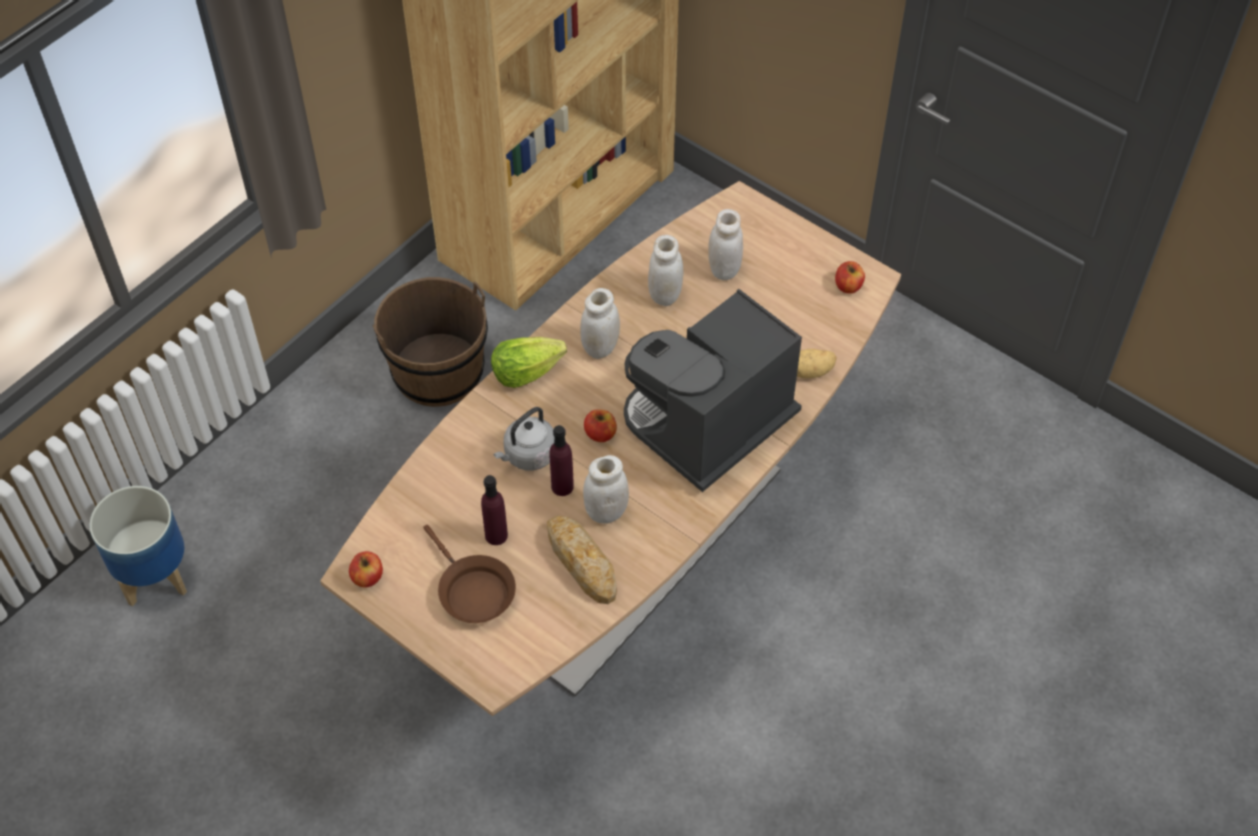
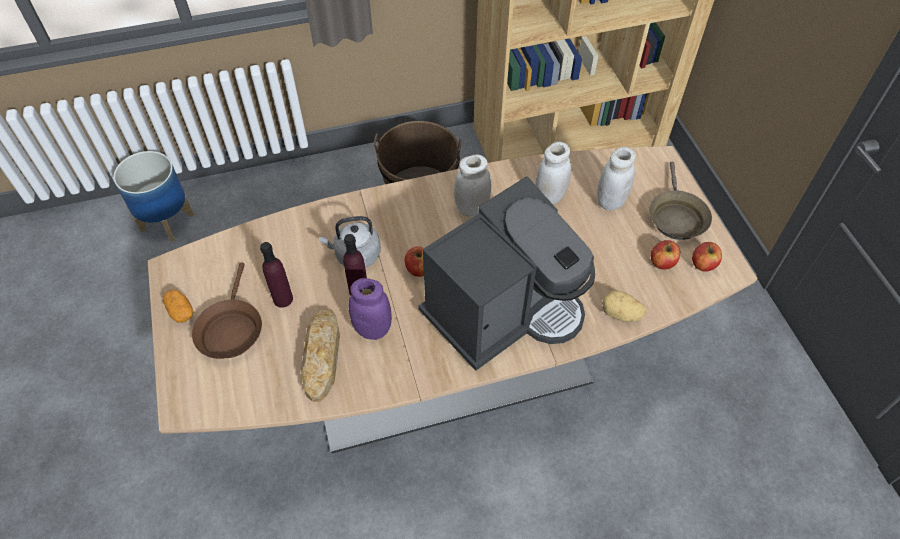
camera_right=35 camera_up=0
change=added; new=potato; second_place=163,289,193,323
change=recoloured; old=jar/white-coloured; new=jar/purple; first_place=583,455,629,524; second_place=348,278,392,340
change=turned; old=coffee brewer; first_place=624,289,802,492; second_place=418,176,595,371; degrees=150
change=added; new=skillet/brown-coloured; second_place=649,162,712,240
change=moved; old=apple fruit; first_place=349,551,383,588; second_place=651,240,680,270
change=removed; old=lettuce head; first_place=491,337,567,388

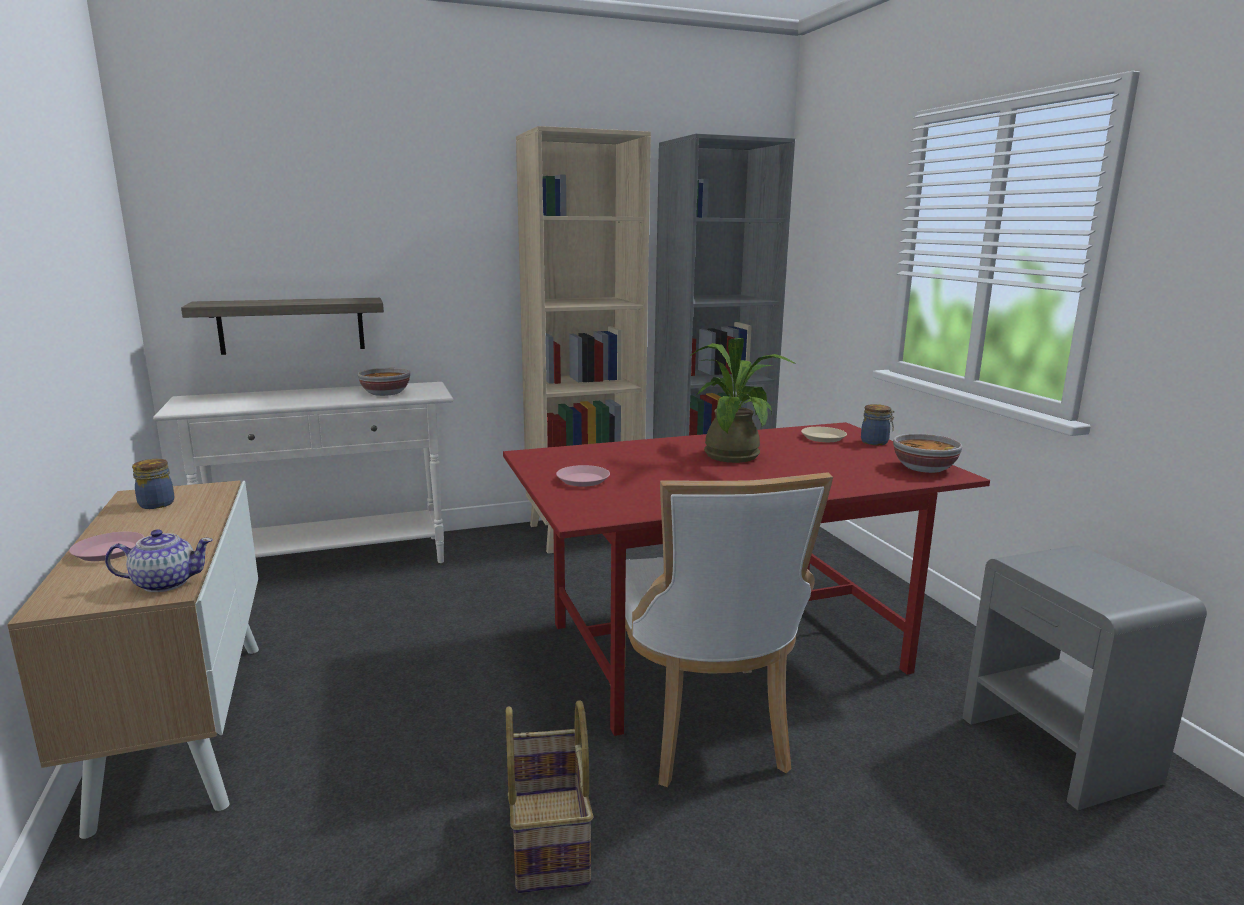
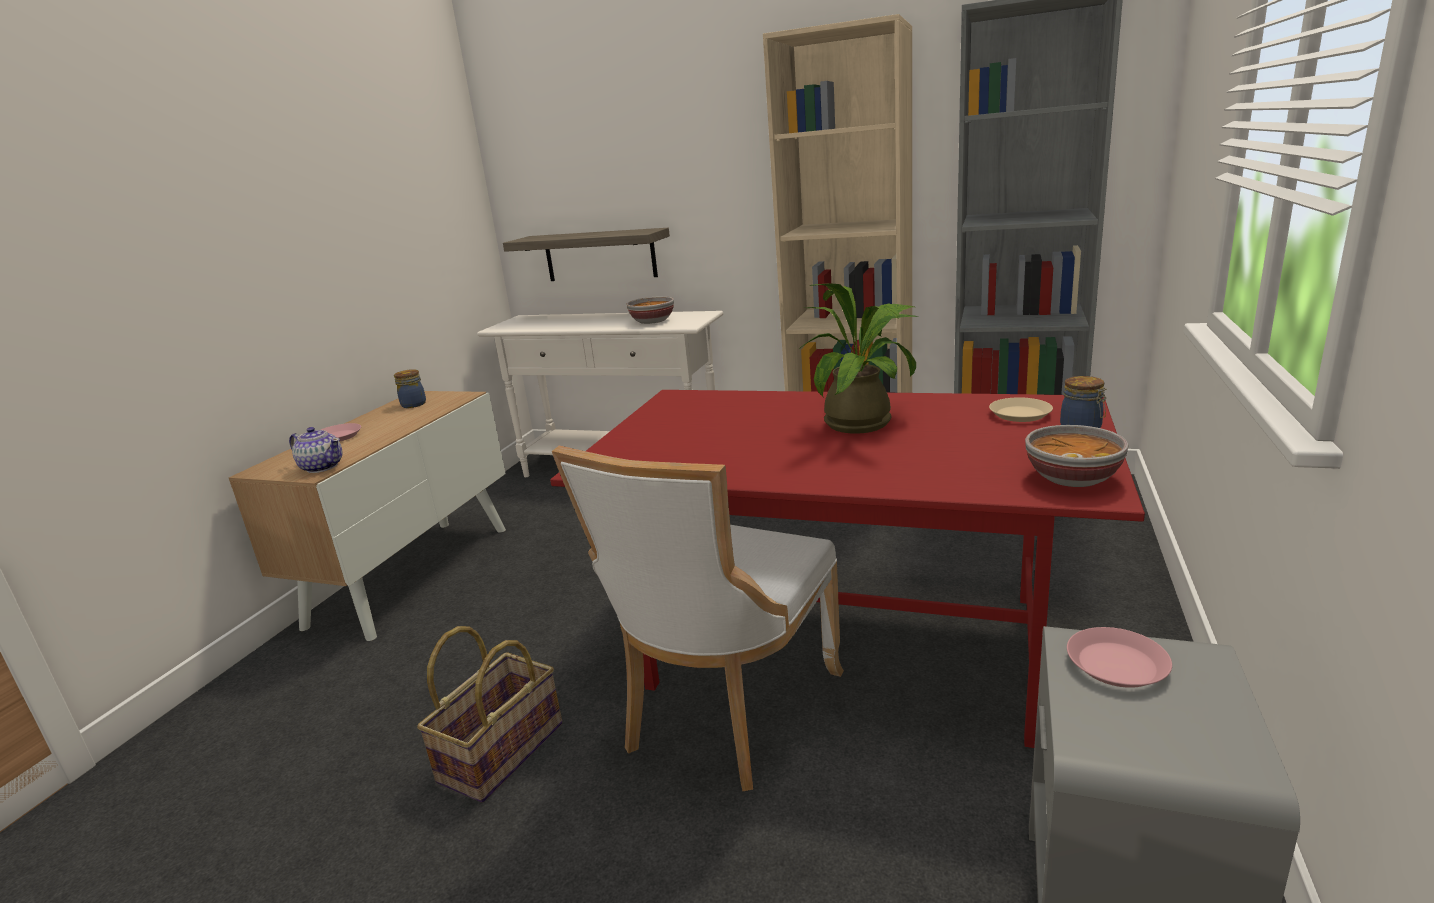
camera_right=40 camera_up=5
change=moved; old=dinner plate/pink; first_place=556,465,610,487; second_place=1067,627,1172,688

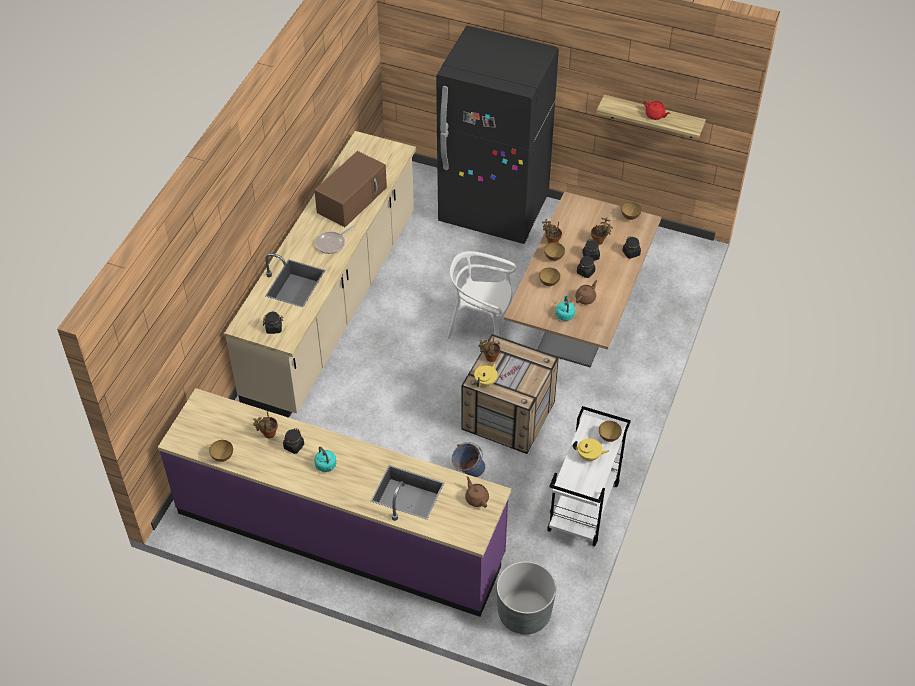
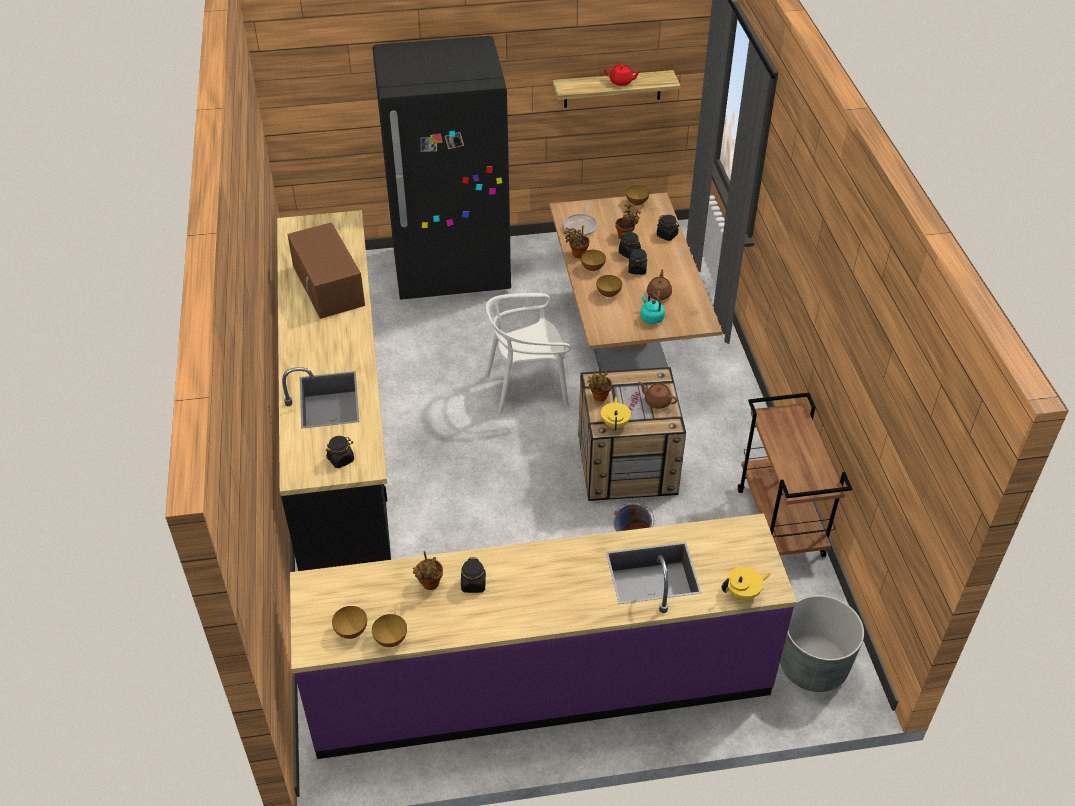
camera_right=-30 camera_up=-5
change=recoloured; old=kitchen base unit/beige-coloured; new=kitchen base unit/blackish; first_place=224,131,416,418; second_place=277,210,391,571
change=turned; old=microwave oven/brown-coloured; first_place=314,151,387,227; second_place=287,222,365,319; degrees=150
change=moved; old=bowl; first_place=599,421,622,442; second_place=332,606,367,639
change=moved; old=skillet; first_place=315,226,354,254; second_place=563,203,598,236
change=moved; old=teapot/brown-coloured; first_place=465,476,489,508; second_place=638,382,678,409
change=moved; old=teapot/yellow; first_place=573,438,609,461; second_place=721,567,771,600
change=recoloured; old=cart/white-coloured; new=cart/brown-coloured; first_place=547,406,631,546; second_place=738,393,852,557
change=removed; old=kettle/turquoise; first_place=314,446,336,472

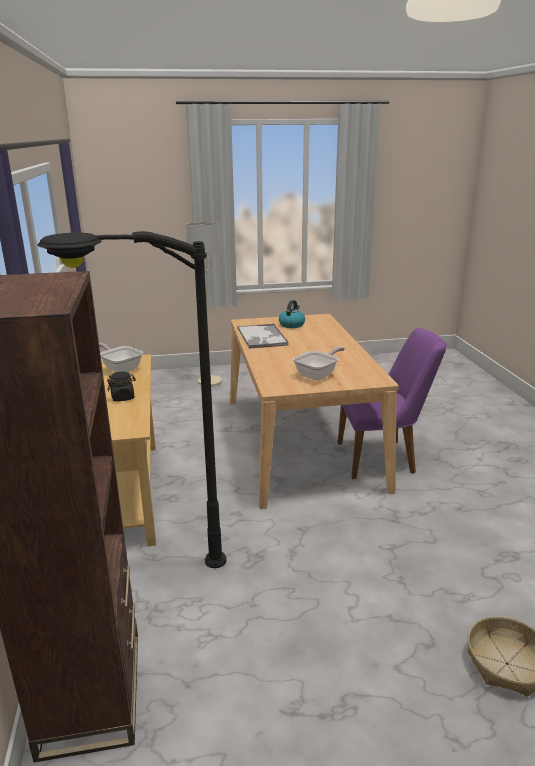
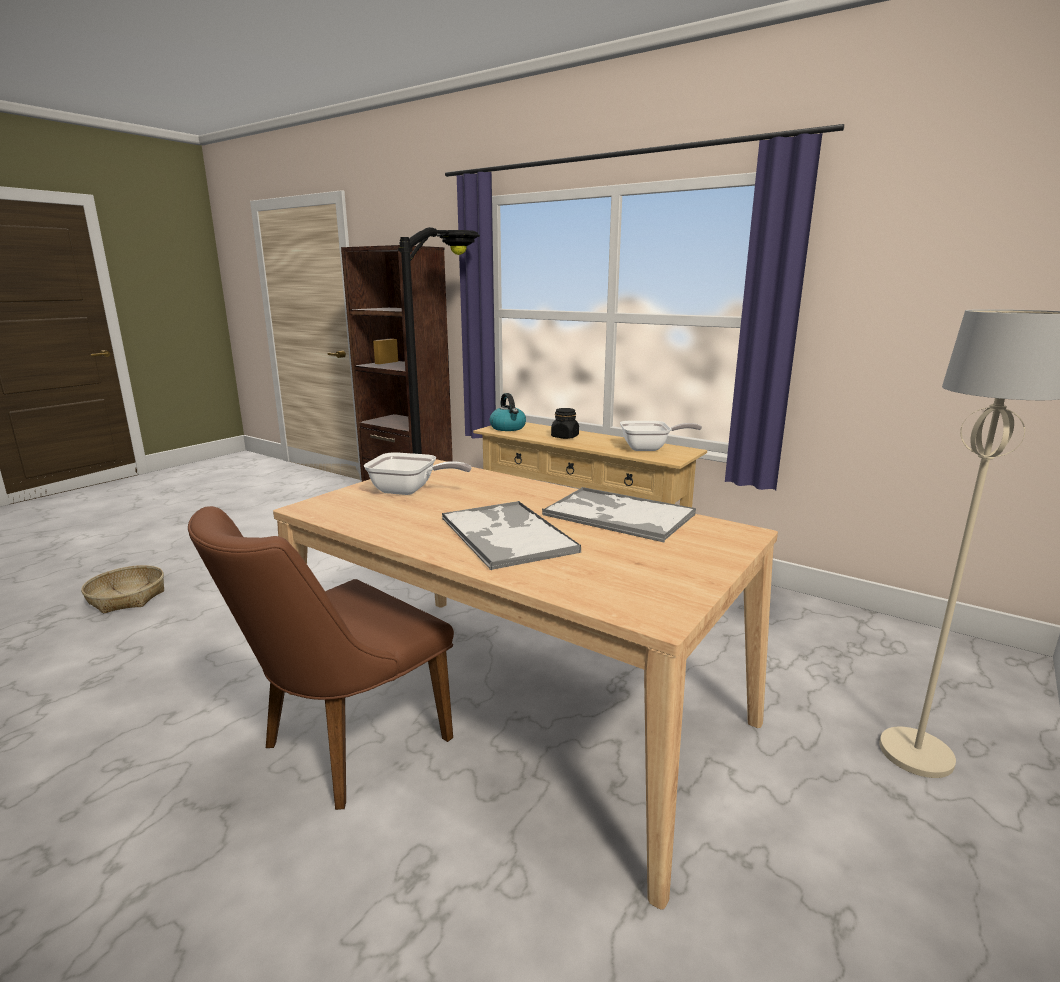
camera_right=135 camera_up=-5
change=recoloured; old=plain chair/purple; new=plain chair/brown-coloured; first_place=338,328,447,479; second_place=188,506,454,810
change=turned; old=skillet; first_place=293,347,345,380; second_place=364,452,472,495; degrees=-75
change=added; new=tray; second_place=441,501,581,571
change=moved; old=kettle; first_place=279,300,305,328; second_place=490,393,526,431

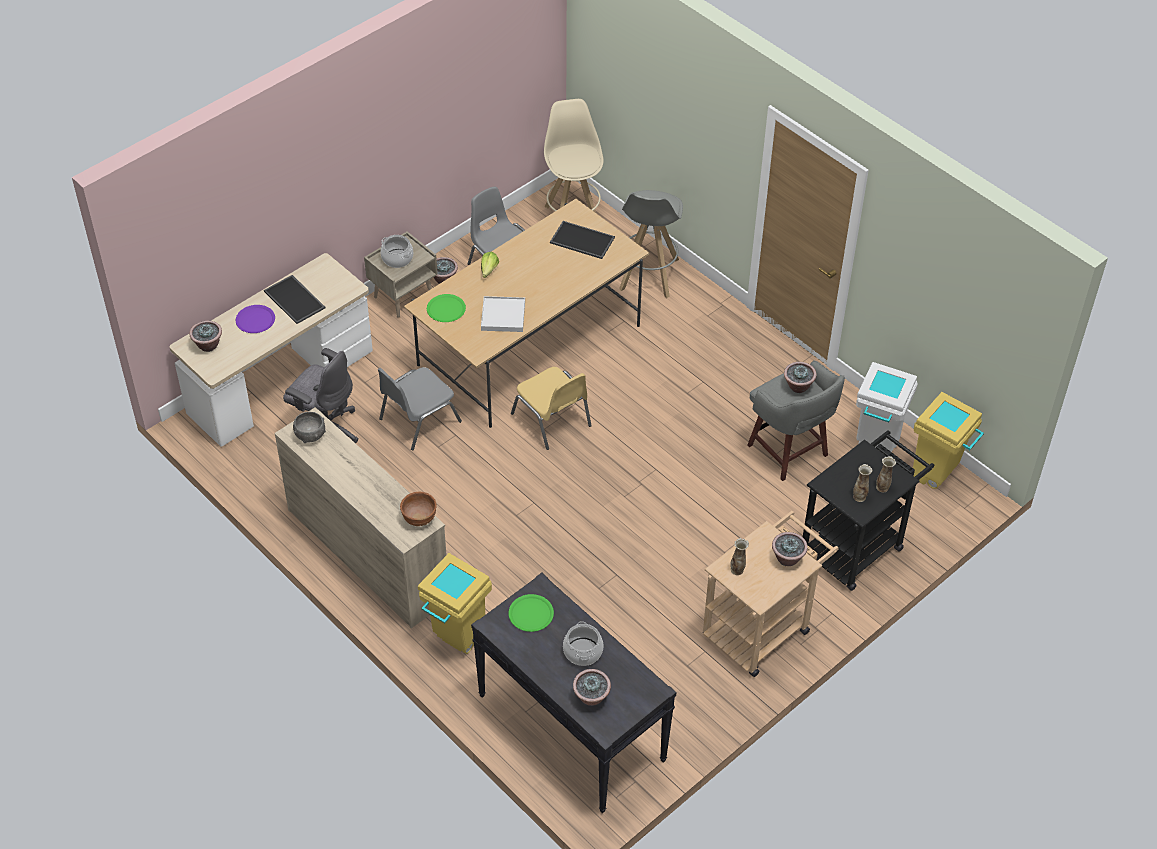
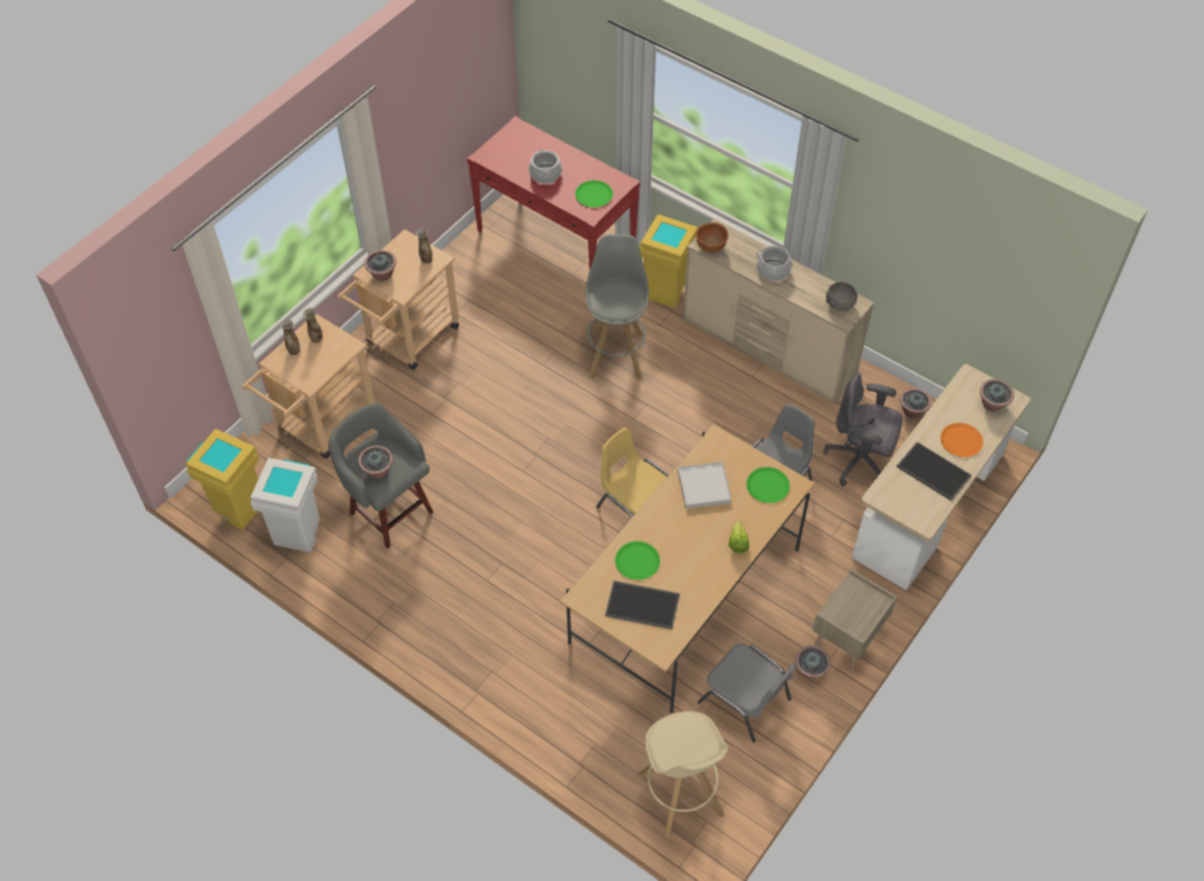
camera_right=170 camera_up=5
change=recoloured; old=cart/blackish; new=cart/beige-coloured; first_place=803,430,934,591; second_place=242,314,375,459
change=recoloured; old=console table/blackish; new=console table/red; first_place=471,573,676,813; second_place=467,116,640,270
change=moved; old=sitting stool/grey; first_place=619,190,683,298; second_place=586,235,649,380
change=added; new=dinner plate/greenish; second_place=615,541,660,580
change=moved; old=stockpot; first_place=381,235,413,268; second_place=756,246,794,281
change=moved; old=potted plant; first_place=573,669,611,706; second_place=900,388,931,419
change=recoloured; old=dinner plate/purple; new=dinner plate/orange-coloured; first_place=236,305,275,333; second_place=941,423,983,457

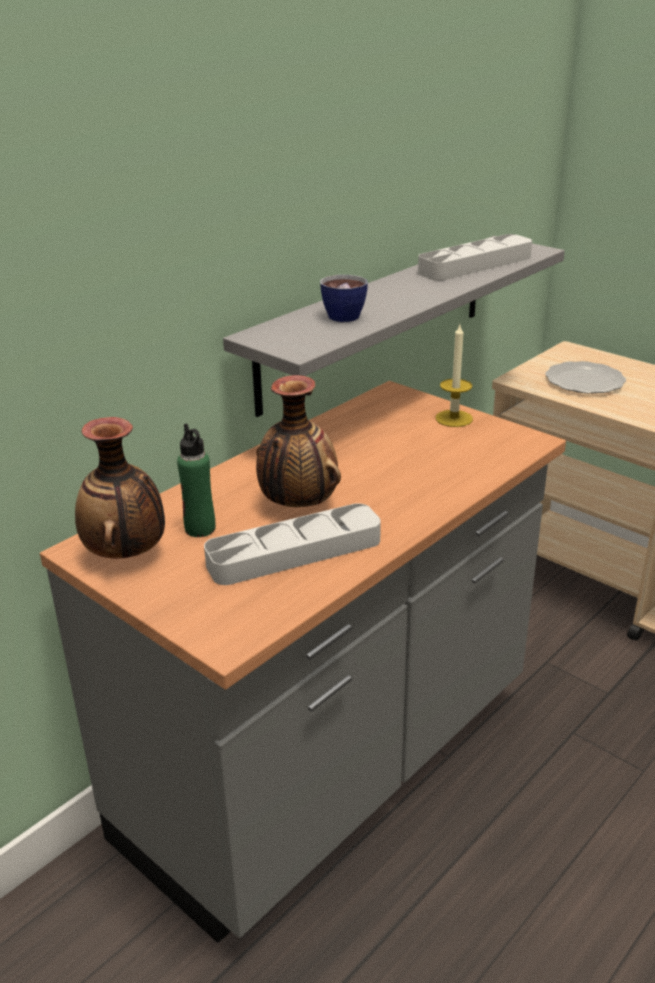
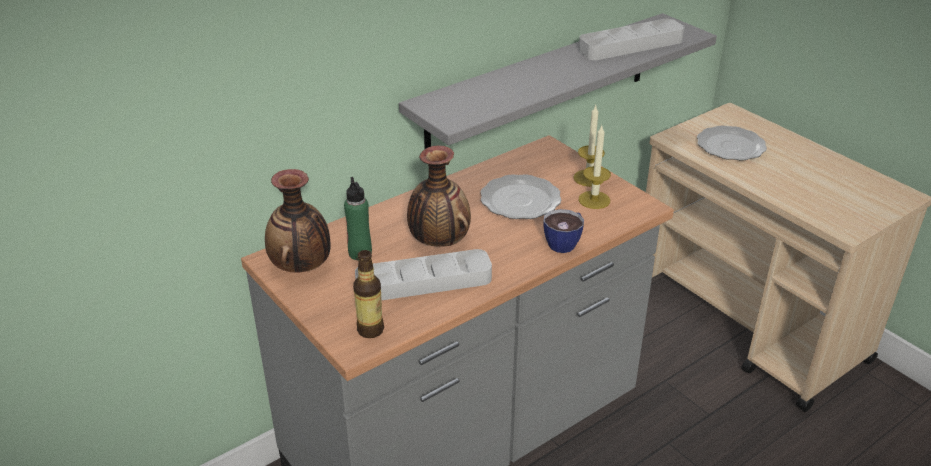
camera_right=10 camera_up=5
change=added; new=bottle; second_place=353,250,384,338
change=added; new=dinner plate; second_place=481,174,561,219
change=moved; old=cup; first_place=320,275,368,322; second_place=543,209,584,253
change=added; new=wax candle; second_place=579,126,611,209

